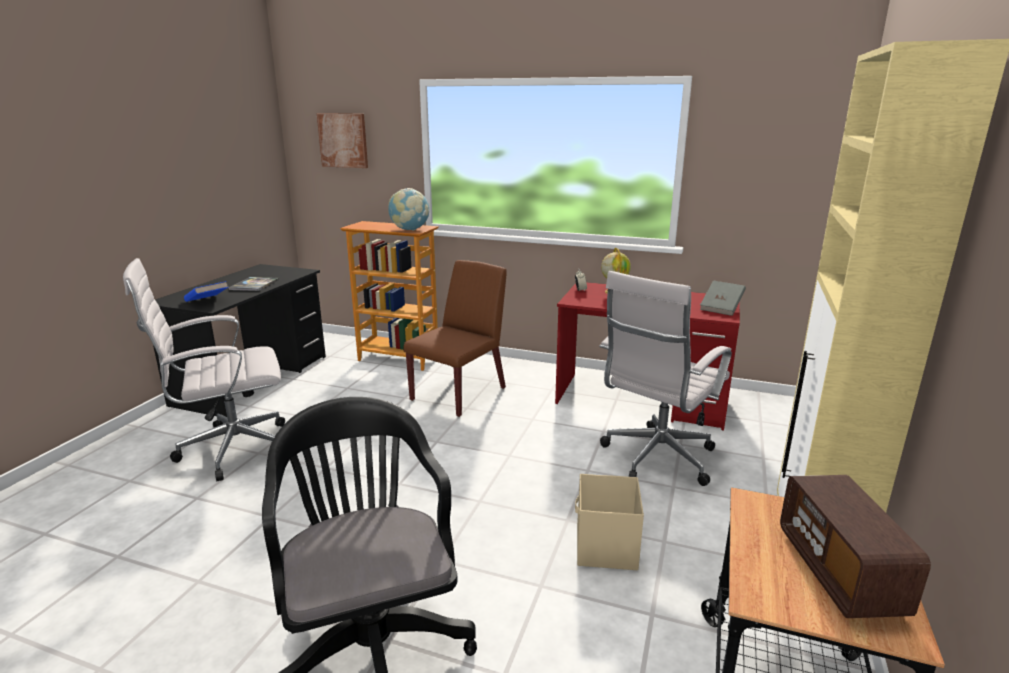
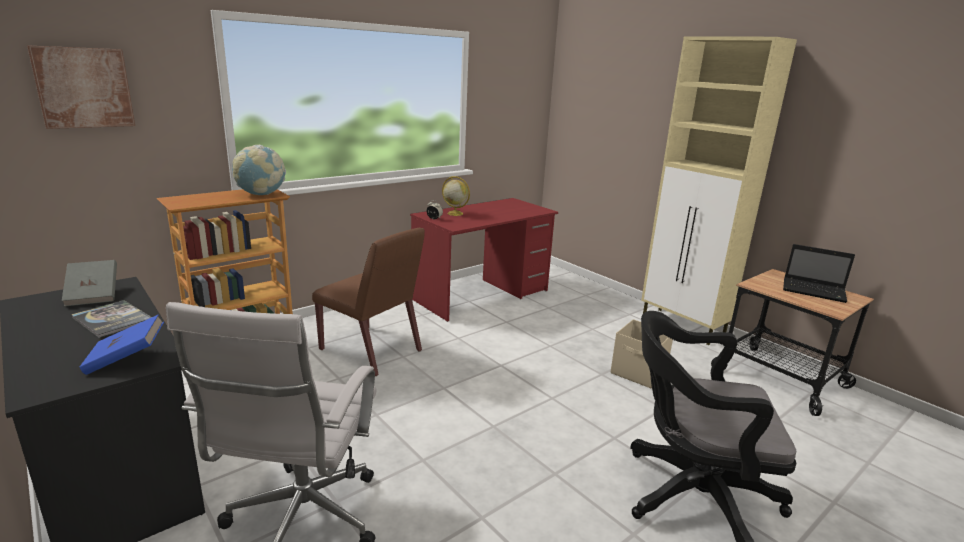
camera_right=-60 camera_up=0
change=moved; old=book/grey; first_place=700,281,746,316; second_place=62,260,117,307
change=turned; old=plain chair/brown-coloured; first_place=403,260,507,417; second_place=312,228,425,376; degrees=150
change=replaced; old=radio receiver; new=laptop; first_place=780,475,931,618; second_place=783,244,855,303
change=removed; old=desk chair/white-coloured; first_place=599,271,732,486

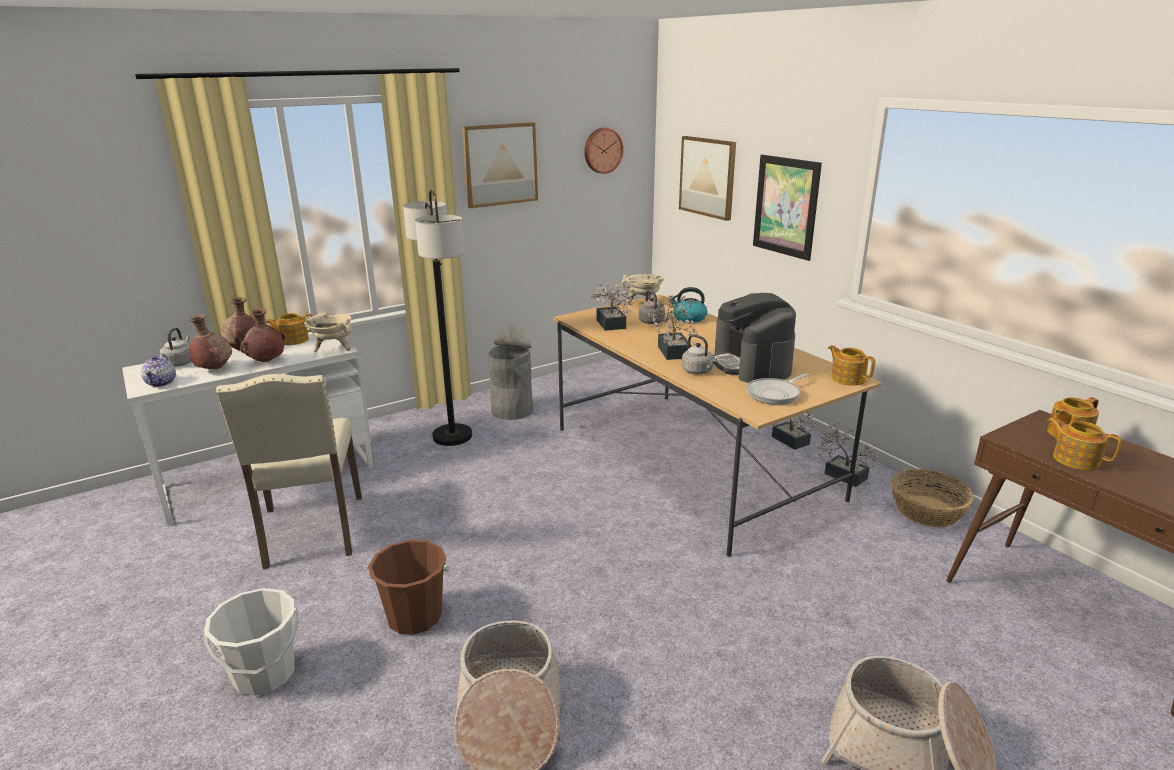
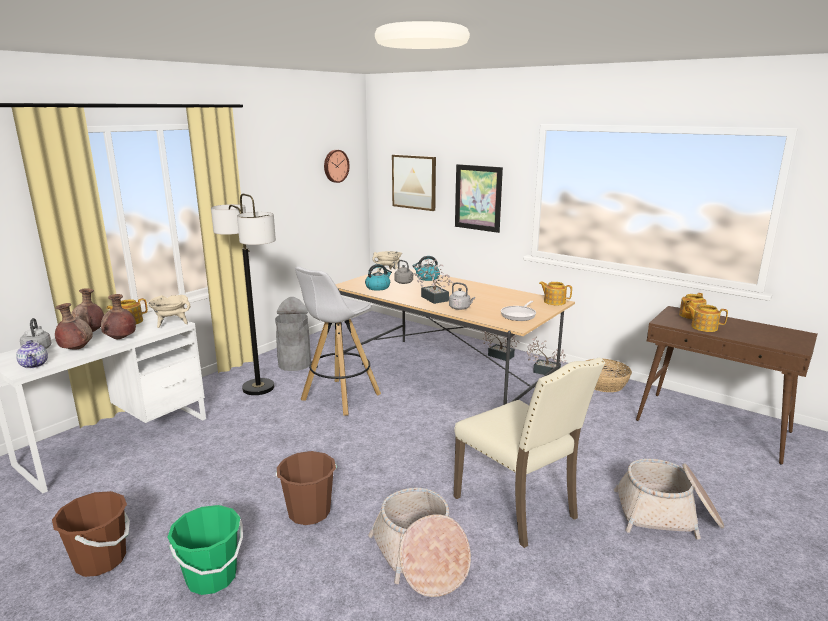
camera_right=-20 camera_up=-5
change=added; new=pail/brown-coloured; second_place=52,491,130,577
change=recoloured; old=pail/white-coloured; new=pail/greenish; first_place=203,588,298,696; second_place=167,505,243,595
change=added; new=sitting stool/white-coloured; second_place=295,266,381,416
change=replaced; old=potted plant; new=kettle; first_place=591,283,637,331; second_place=365,264,392,291
change=moved; old=plain chair/beige-coloured; first_place=216,374,362,569; second_place=454,357,605,548
change=removed; old=wall art; first_place=462,122,538,209
change=removed; old=coffee brewer; first_place=713,293,796,383

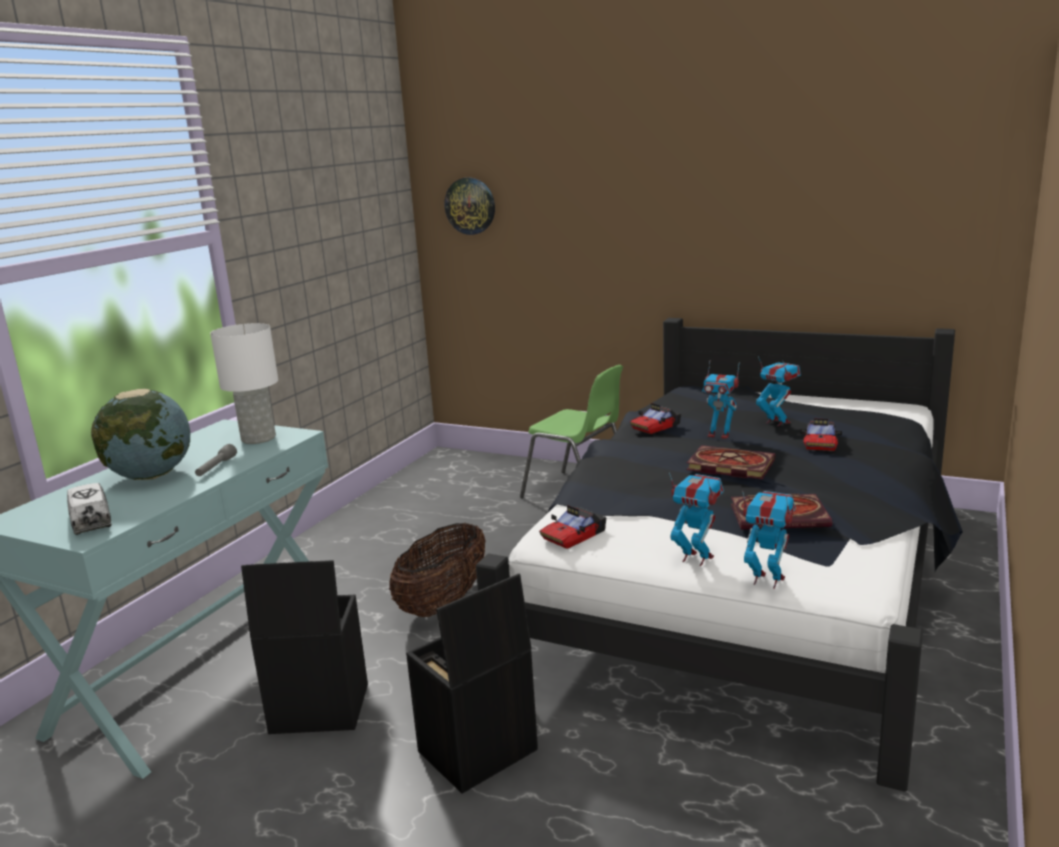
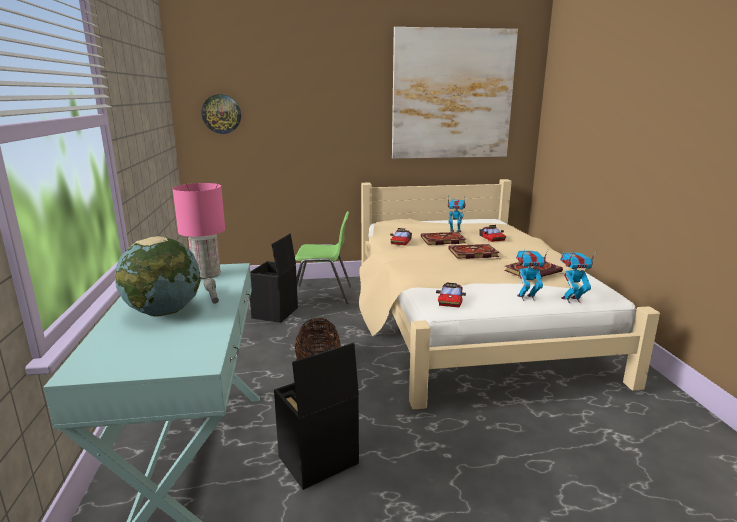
camera_right=-35 camera_up=0
change=recoloured; old=table lamp/white-coloured; new=table lamp/pink; first_place=210,323,278,444; second_place=173,183,225,279
change=moved; old=storage container/blackish; first_place=406,574,538,794; second_place=250,234,298,323
change=recoloured; old=sleeping bed/blackish; new=sleeping bed/beige-coloured; first_place=476,318,963,792; second_place=359,179,660,409
change=added; new=wall art; second_place=392,27,518,159
change=replaced; old=toy robot; new=book; first_place=702,362,740,439; second_place=421,232,466,245
change=removed; old=model truck; first_place=67,483,112,535

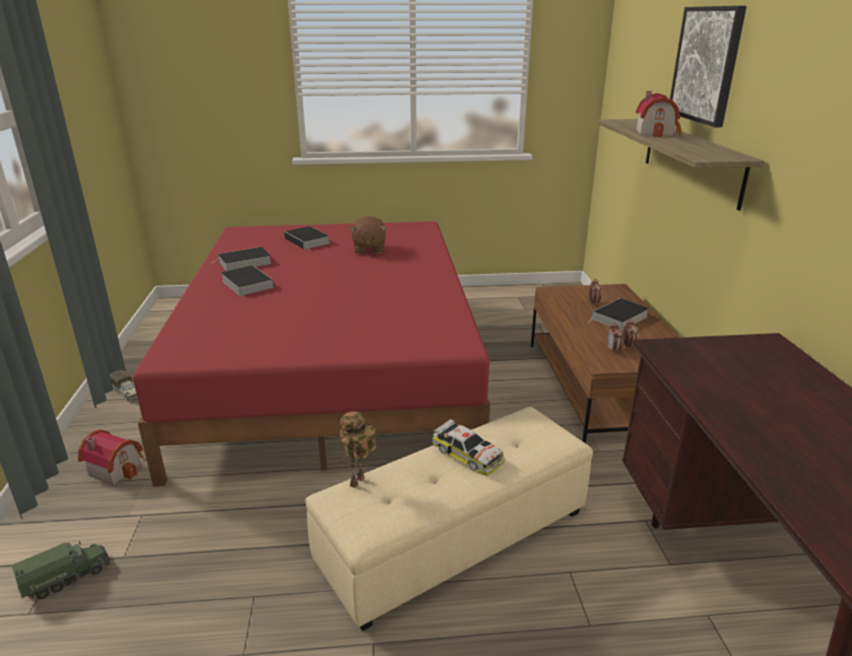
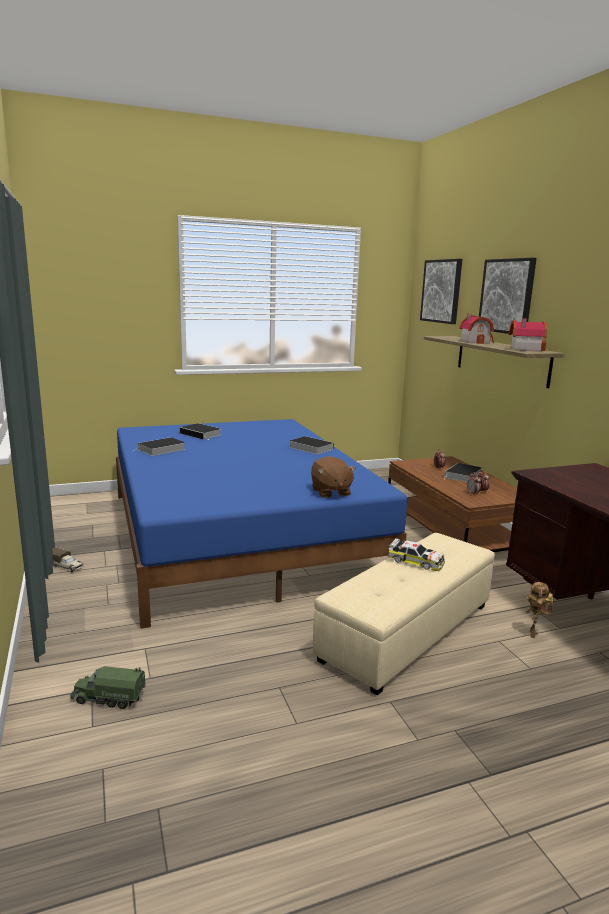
camera_right=-15 camera_up=-10
change=turned; old=model truck; first_place=12,541,110,600; second_place=70,666,146,709; degrees=-120
change=recoloured; old=sleeping bed/red; new=sleeping bed/blue-coloured; first_place=133,221,490,487; second_place=116,419,407,629
change=moved; old=book; first_place=221,265,274,296; second_place=289,436,334,454
change=moved; old=cuddly toy/brown-coloured; first_place=349,216,387,254; second_place=311,456,356,498
change=added; new=wall art; second_place=420,259,462,324
change=moved; old=toy house; first_place=78,429,143,485; second_place=509,318,547,352
change=moved; old=toy robot; first_place=340,411,376,488; second_place=525,582,554,638

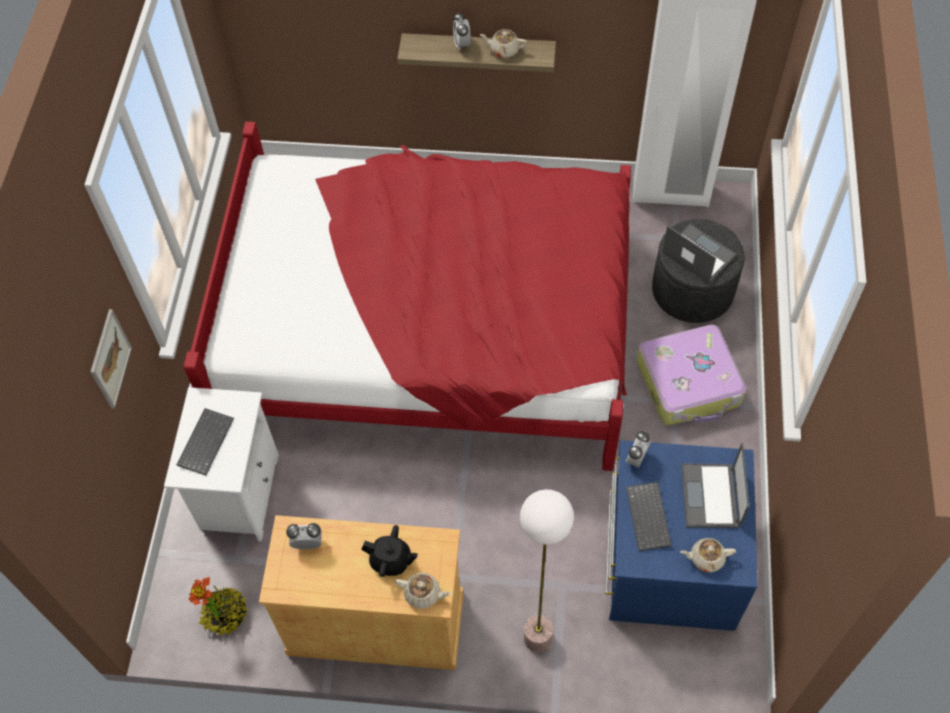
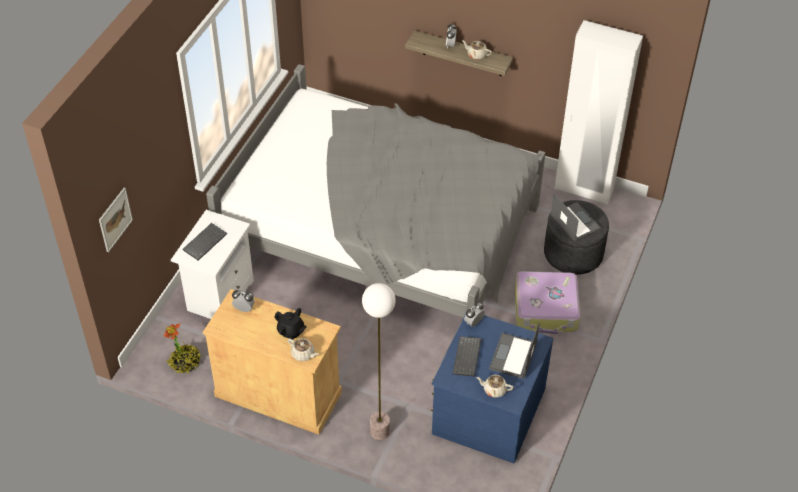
camera_right=15 camera_up=-10
change=moved; old=wall art; first_place=91,309,132,408; second_place=99,188,133,252
change=recoloured; old=sleeping bed/red; new=sleeping bed/grey; first_place=183,122,631,471; second_place=206,64,546,318

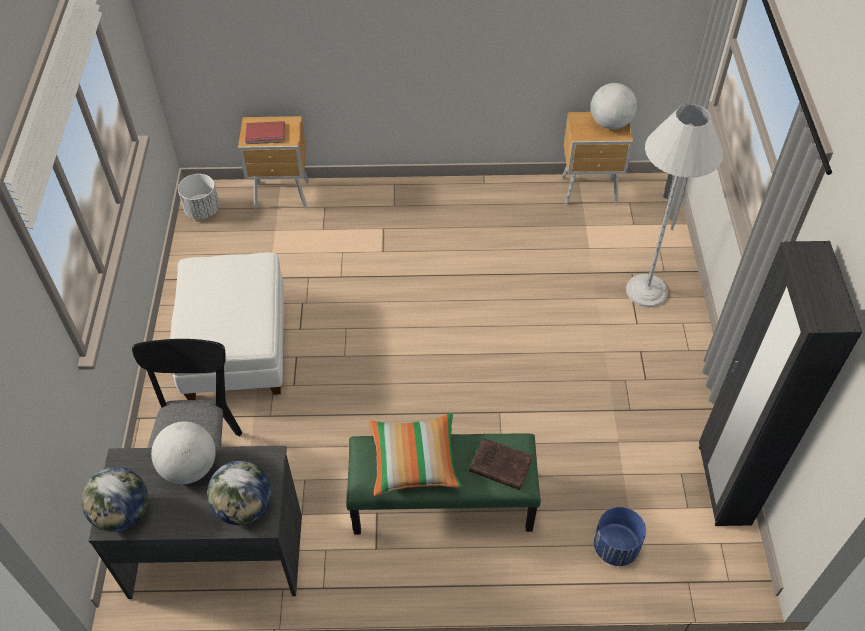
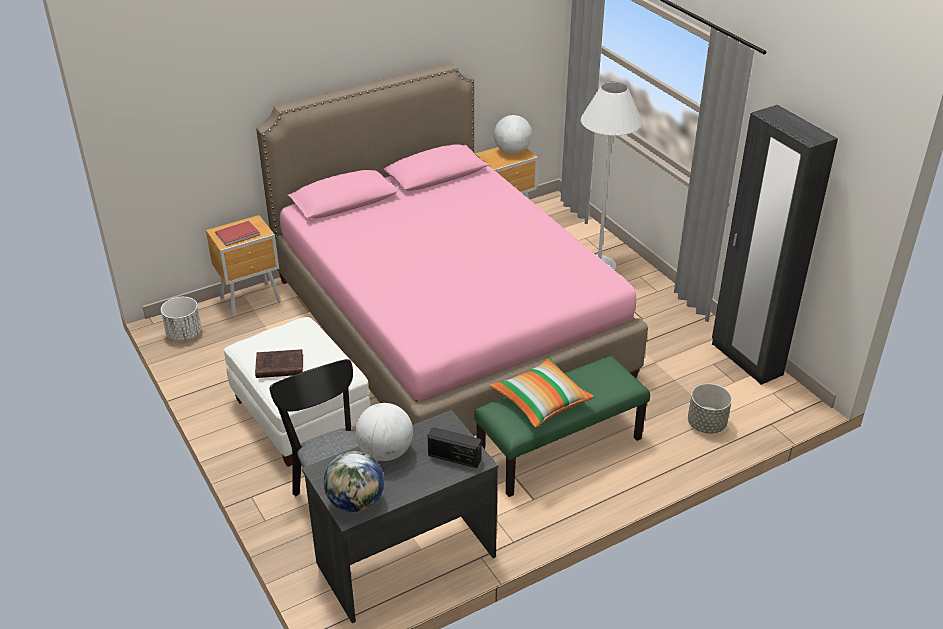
camera_right=-30 camera_up=-15
change=moved; old=book/brown-coloured; first_place=469,438,533,490; second_place=255,349,303,378
change=added; new=sleeping bed/pink; second_place=256,63,648,436
change=replaced; old=globe; new=radio receiver; first_place=207,461,271,525; second_place=428,427,481,468
change=recoloured; old=plant pot/blue-coloured; new=plant pot/grey; first_place=594,507,646,566; second_place=688,384,732,434

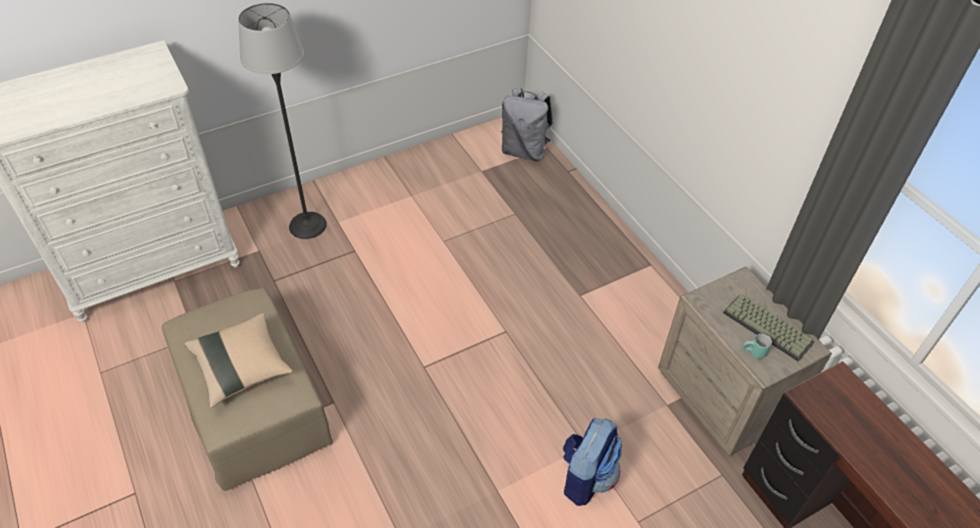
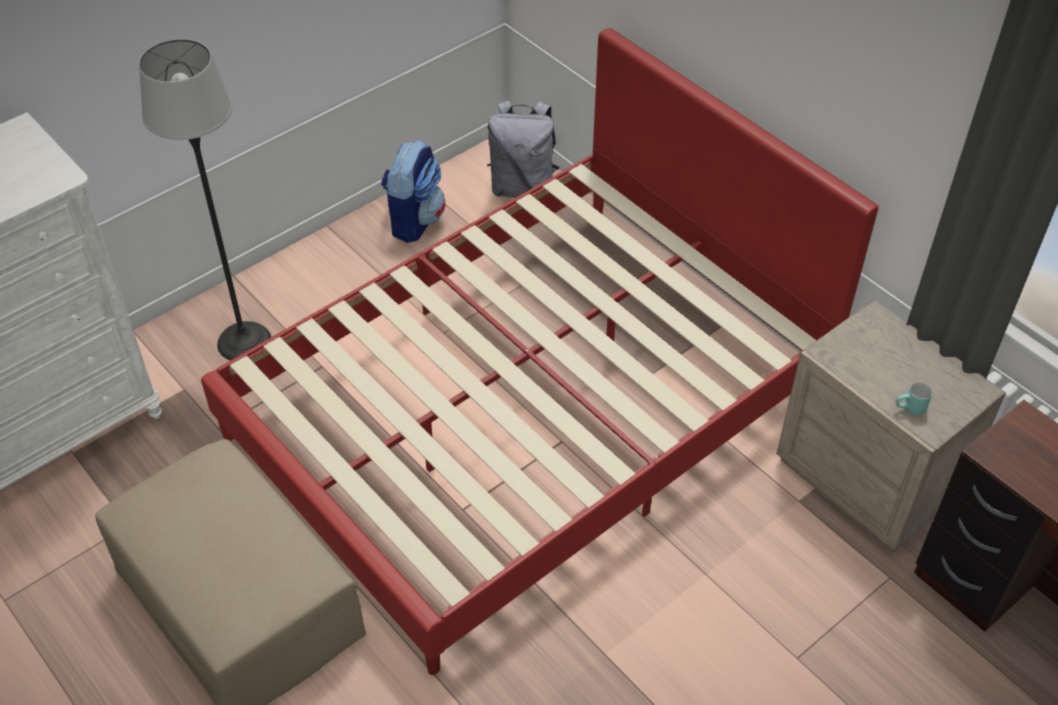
camera_right=-10 camera_up=0
change=added; new=sleeping bed/red; second_place=201,28,879,675
change=moved; old=backpack; first_place=563,418,622,506; second_place=381,140,445,243
change=removed; old=cushion/beige-coloured; first_place=184,313,293,408
change=removed; old=PC keyboard; first_place=723,295,814,362

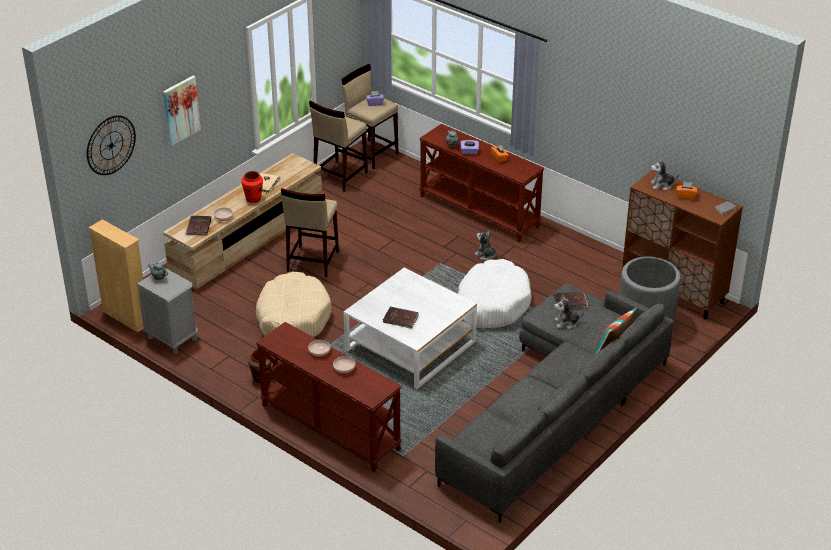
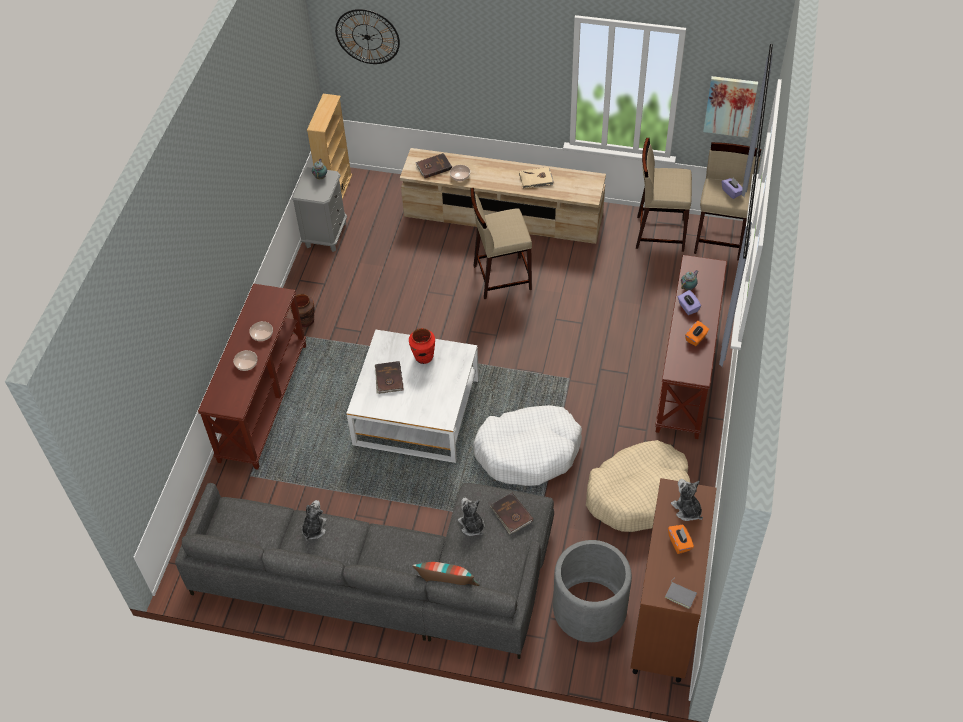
camera_right=65 camera_up=15
change=moved; old=cuddly toy; first_place=474,230,498,260; second_place=302,500,326,540
change=moved; old=decorative vase/red; first_place=241,171,263,203; second_place=409,328,435,364
change=moved; old=pet bed/beige-coloured; first_place=256,272,332,337; second_place=586,440,690,532
change=moved; old=wall art; first_place=163,76,201,146; second_place=703,76,758,138

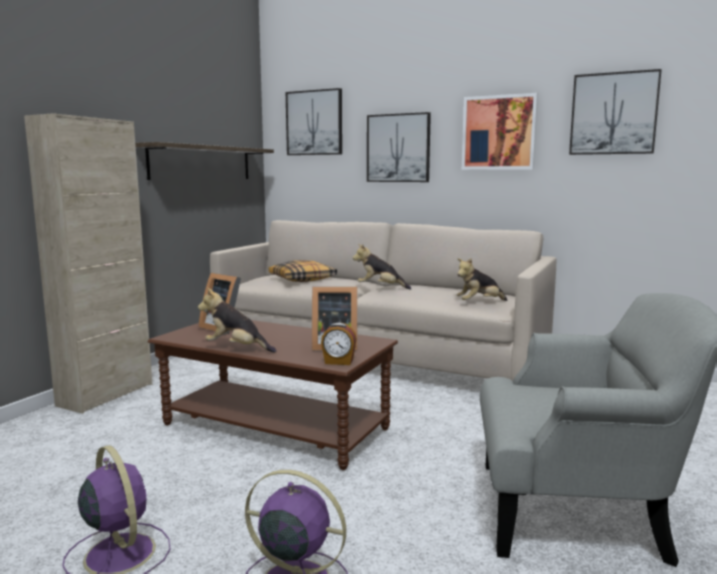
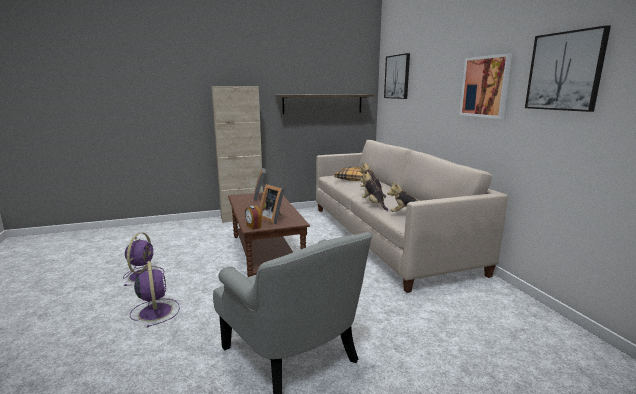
camera_right=45 camera_up=5
change=moved; old=cuddly toy; first_place=198,288,276,353; second_place=360,172,388,211
change=removed; old=wall art; first_place=367,112,431,182

